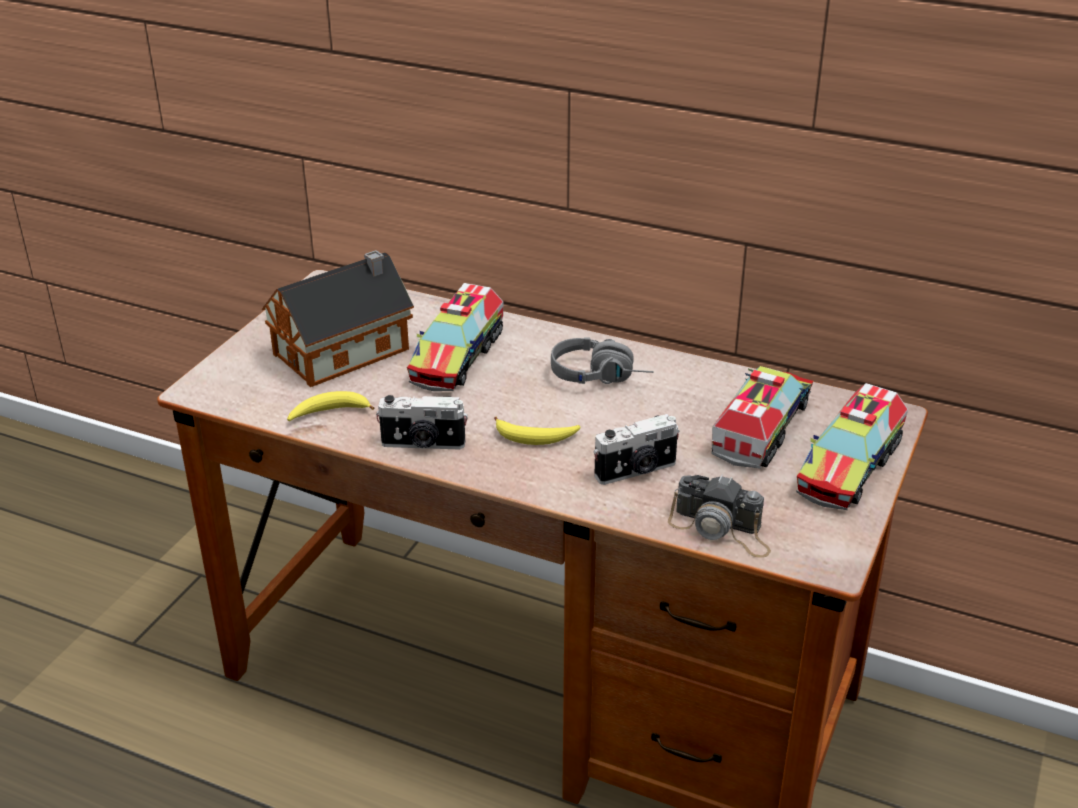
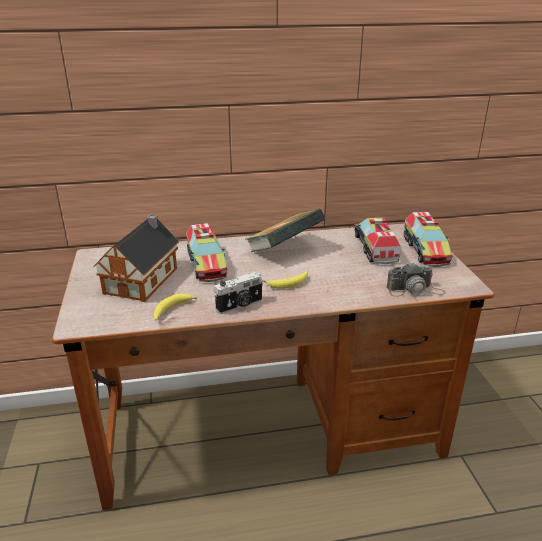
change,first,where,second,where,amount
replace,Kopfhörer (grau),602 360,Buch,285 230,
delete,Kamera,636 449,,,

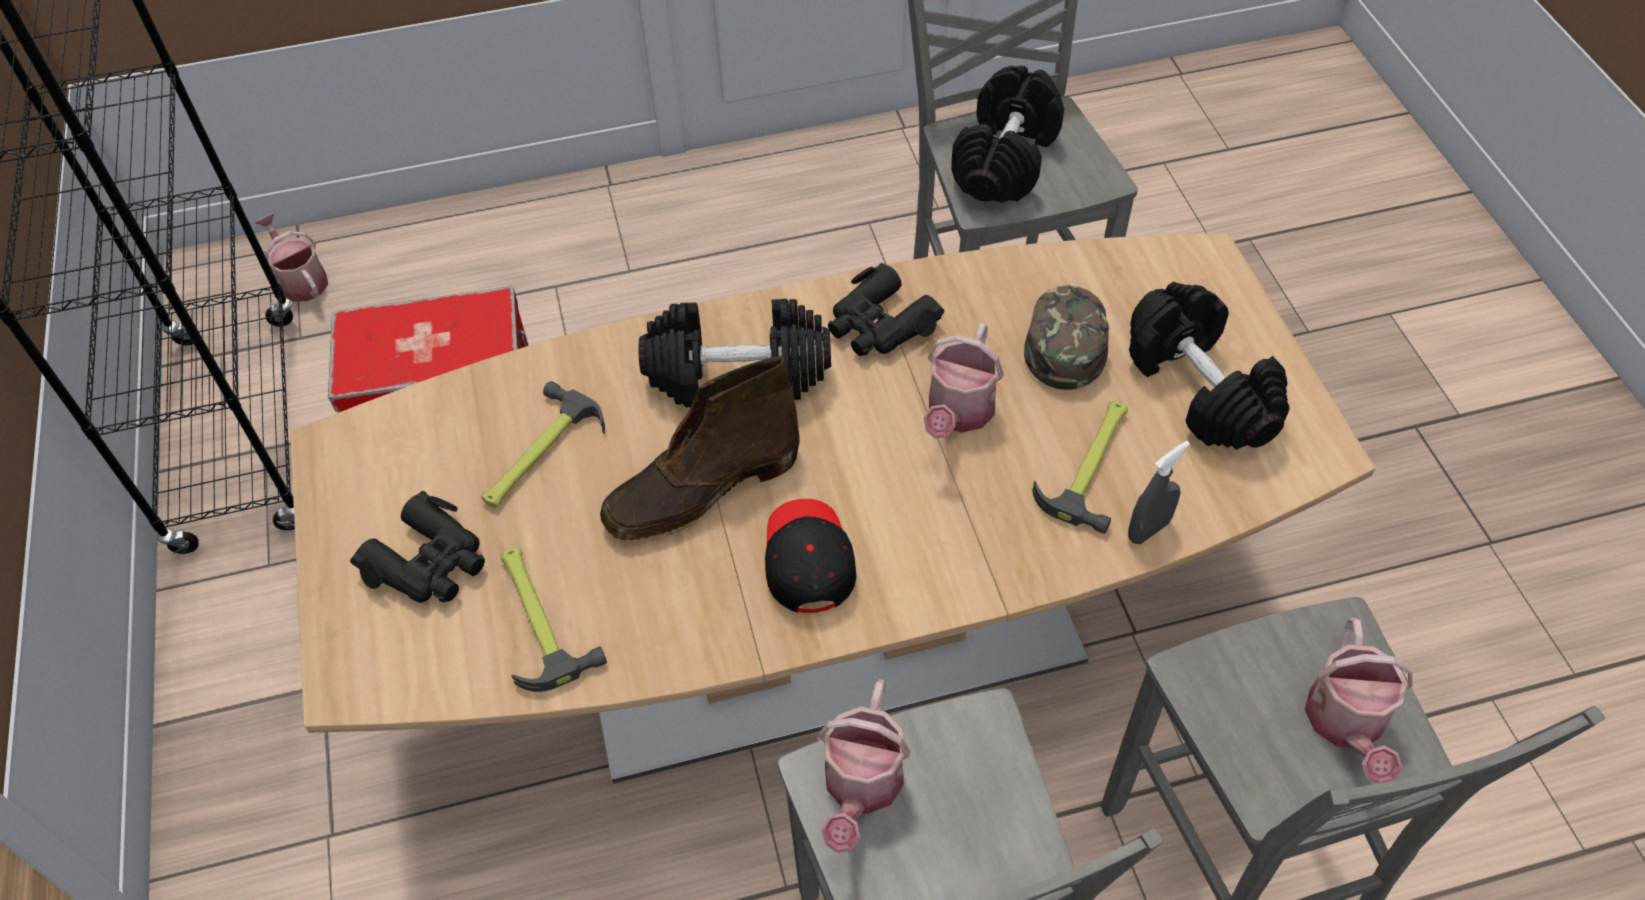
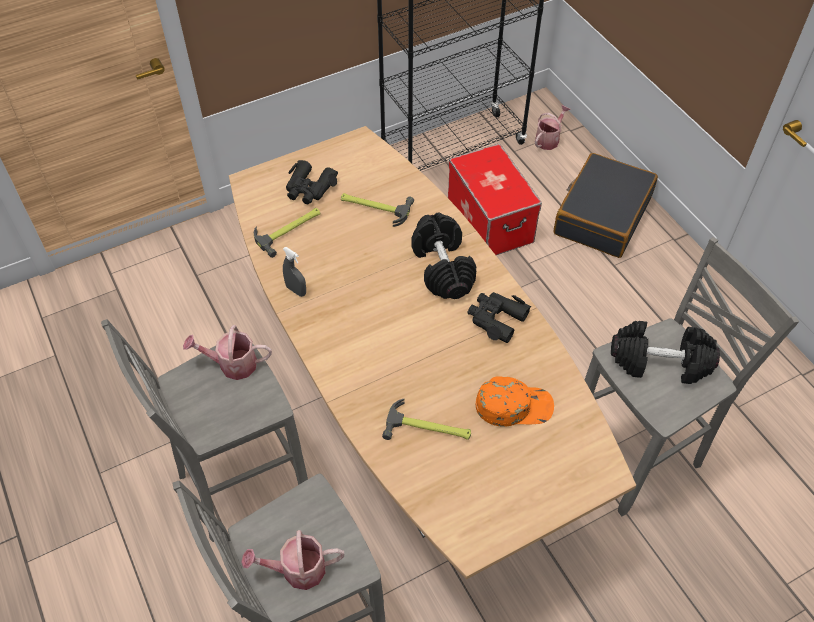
change,first,where,second,where,amount
delete,Hantel (schwarz),1209 365,,,
recolor,Kappe (grün),1066 338,Kappe (orange),515 401,
delete,Gießkanne,963 381,,,
delete,Stiefel (braun),700 448,,,
move,Sprühflasche (grau),1159 492,,294 272,
delete,Kappe (schwarz),811 556,,,
insert,,,Koffer (schwarz),606 205,

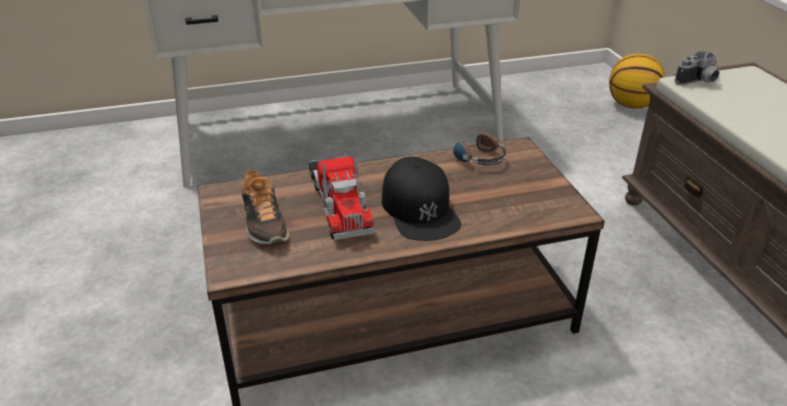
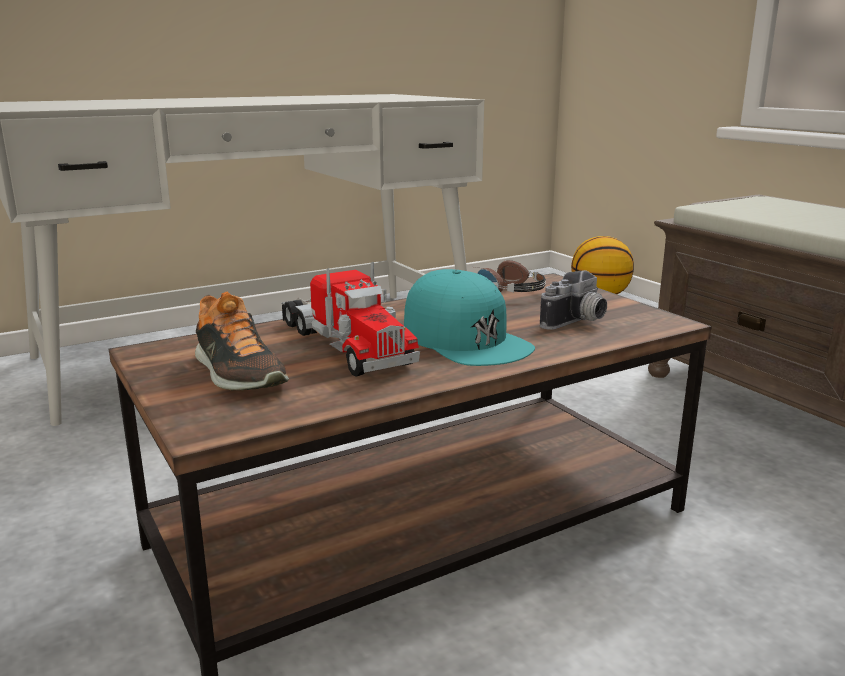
change,first,where,second,where,amount
move,Kamera,697 68,,573 300,
recolor,Kappe (schwarz),421 199,Kappe (türkis),469 317,

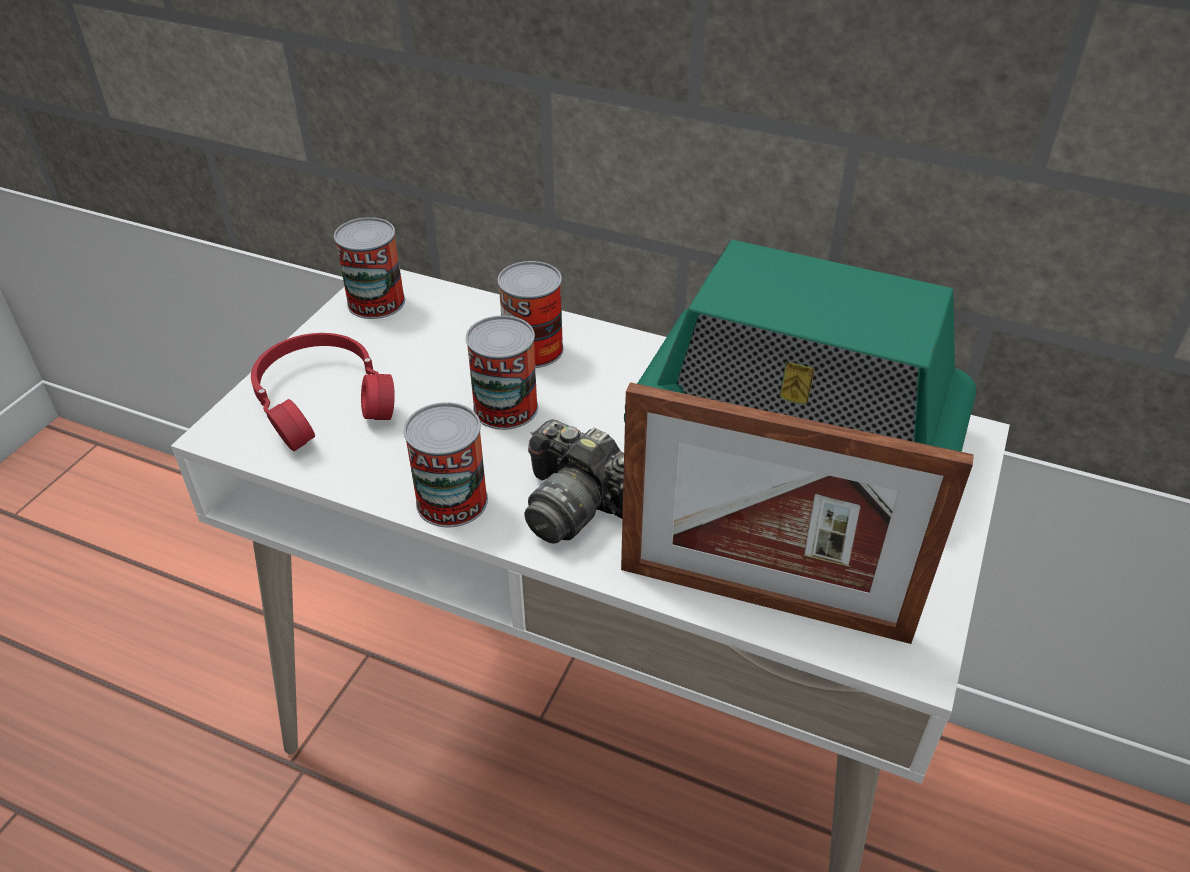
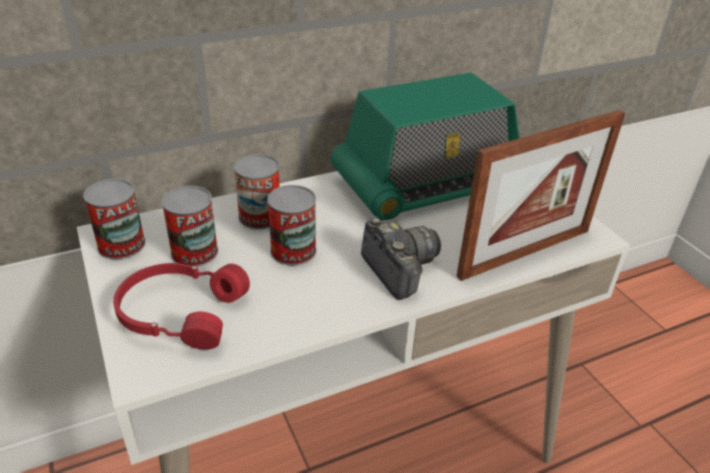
change,first,where,second,where,amount
move,Dose,446 464,,189 226,
rotate,Kamera,574 481,,401 259,105 degrees counterclockwise

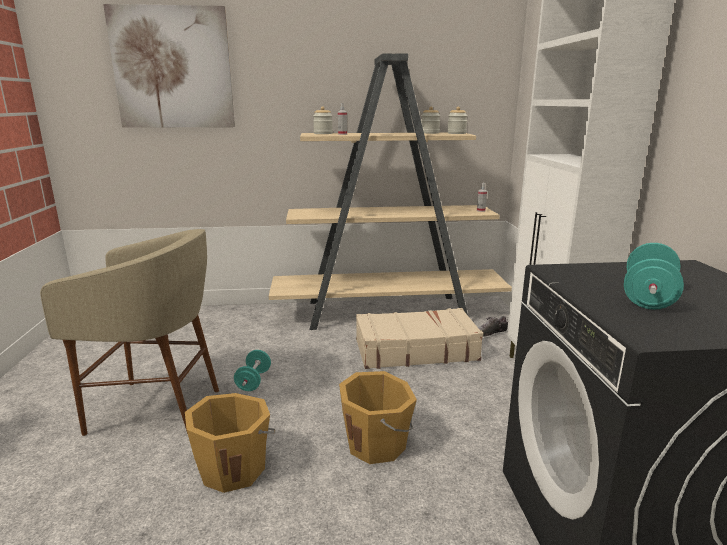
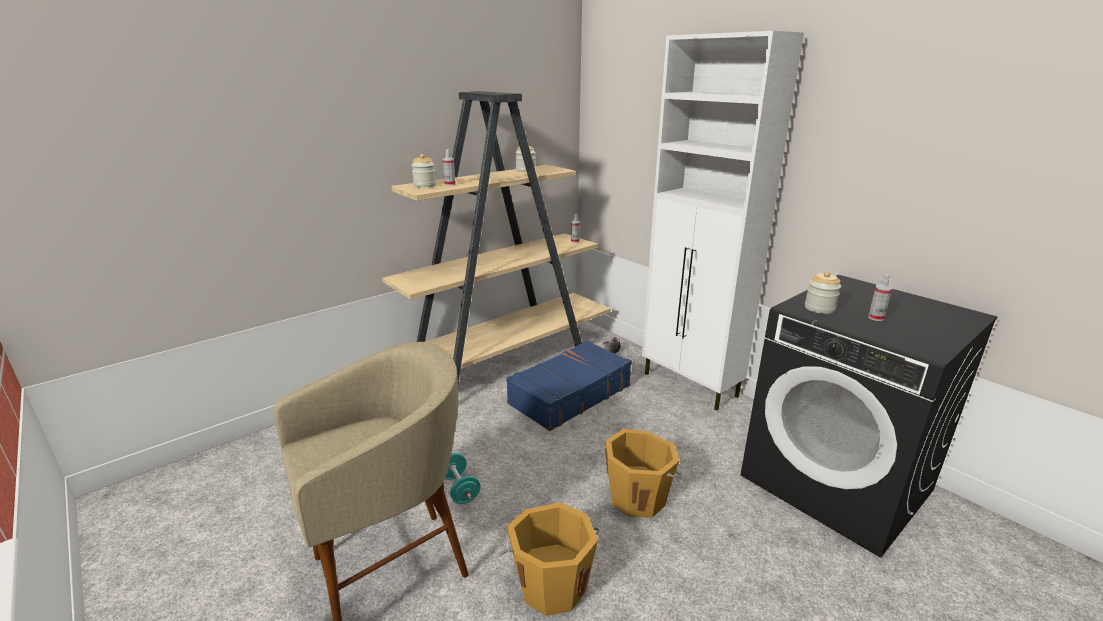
change,first,where,second,where,amount
delete,Bild,169 66,,,
move,Vorratsglas,457 120,,823 292,
replace,Hantel (türkis),654 276,Sprühflasche,880 297,
recolor,Koffer (beige),419 338,Koffer (blau),569 386,

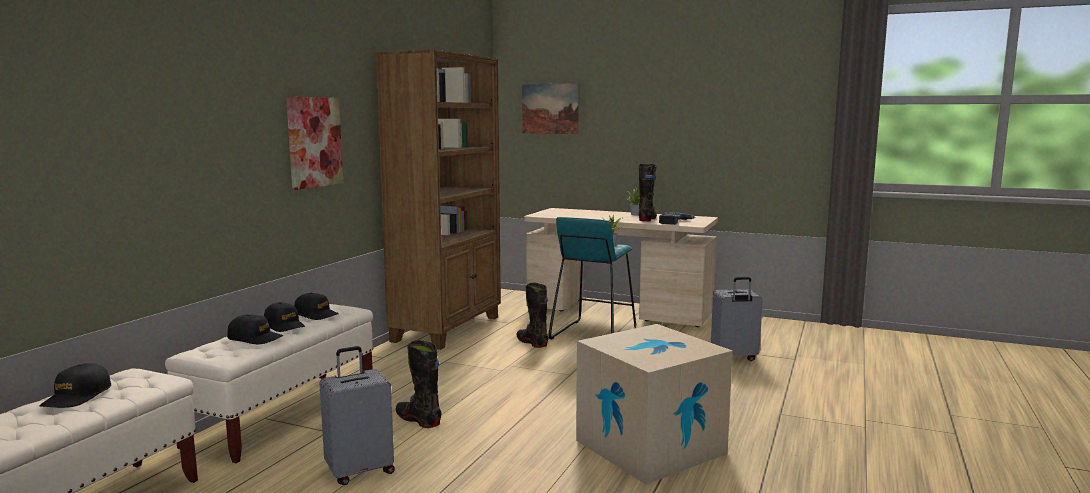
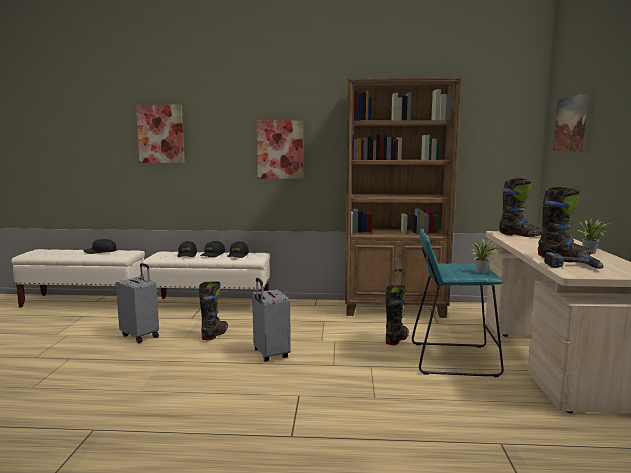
change,first,where,second,where,amount
move,Koffer (grau),737 319,,271 320,
delete,Karton,654 404,,,
insert,,,Bild,160 134,
insert,,,Stiefel (schwarz),520 207,

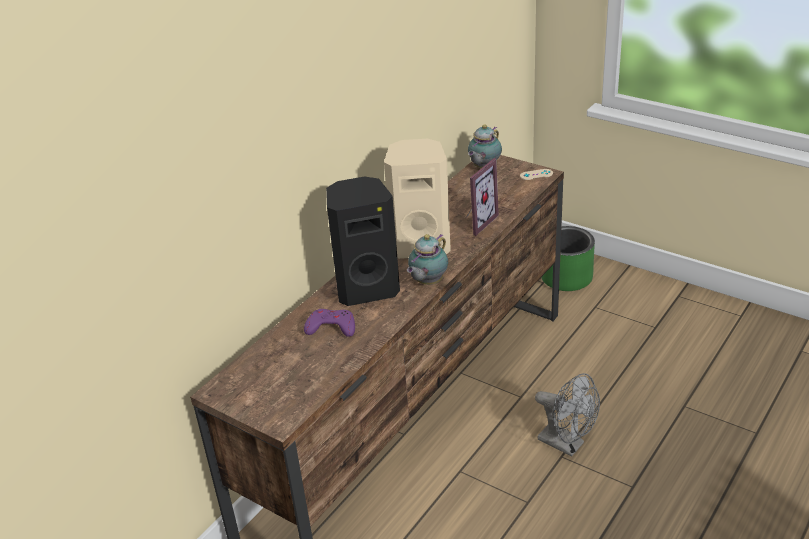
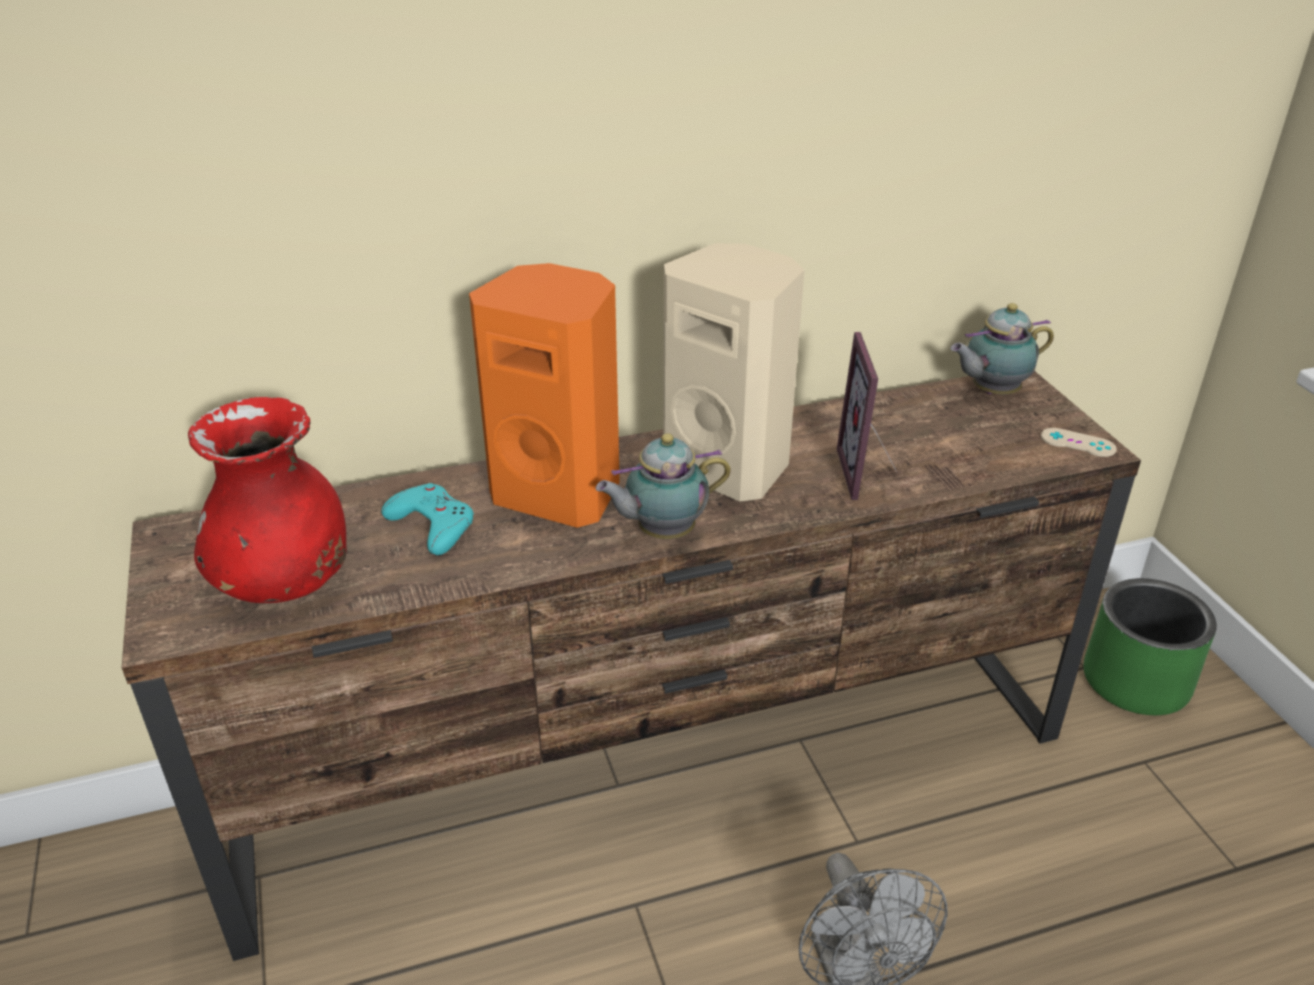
change,first,where,second,where,amount
rotate,Bilderrahmen,482 197,,867 416,105 degrees clockwise
recolor,Lautsprecher (schwarz),363 241,Lautsprecher (orange),544 395,
recolor,Gamepad (lila),329 323,Gamepad (türkis),427 519,
insert,,,Vase (rot),267 500,

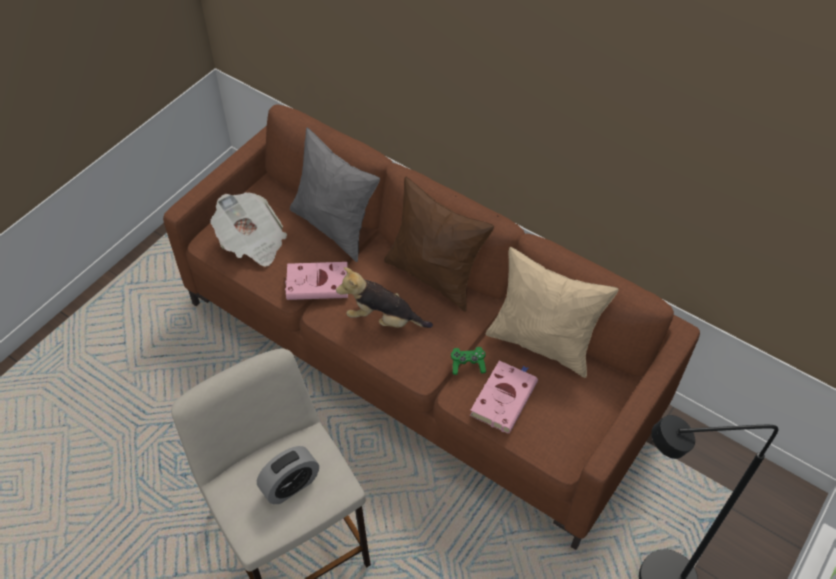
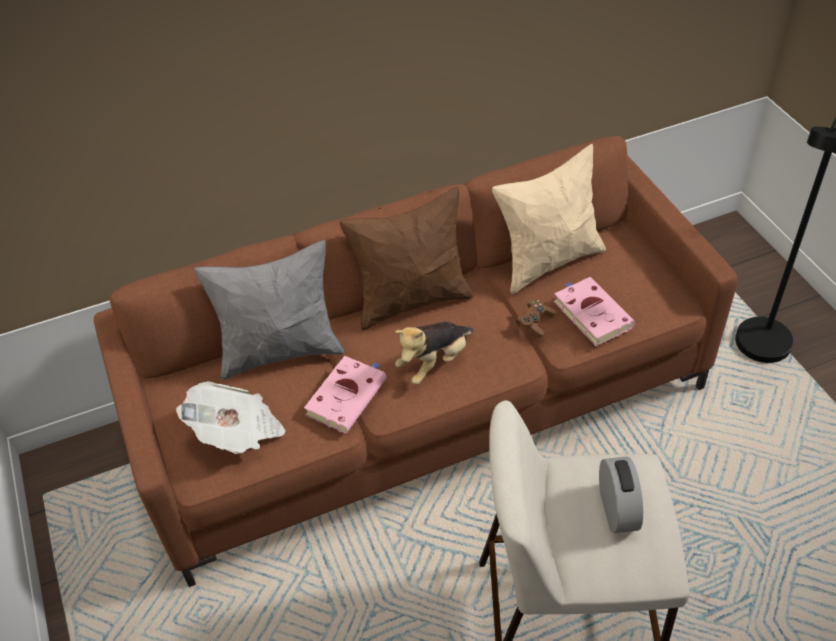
change,first,where,second,where,amount
recolor,Gamepad (grün),468 361,Gamepad (braun),536 318,

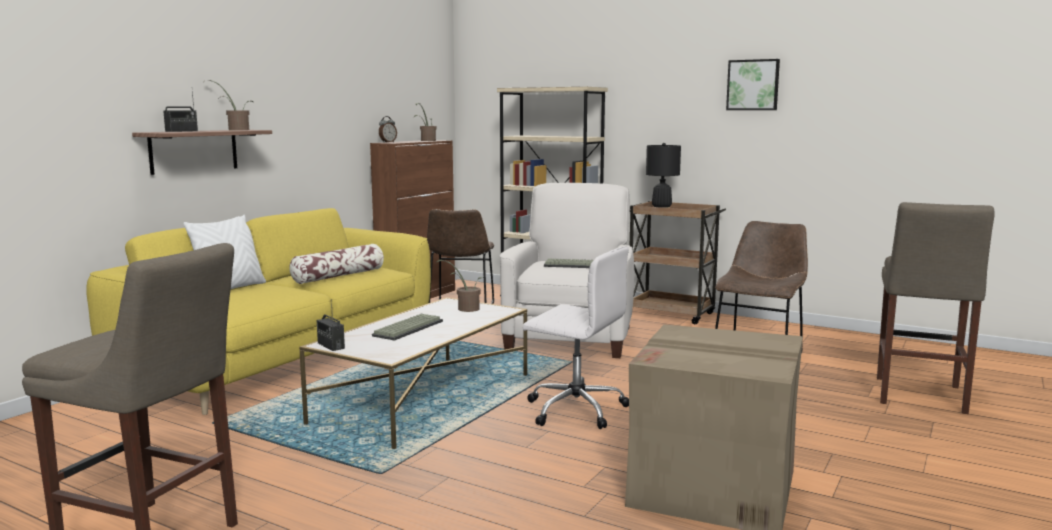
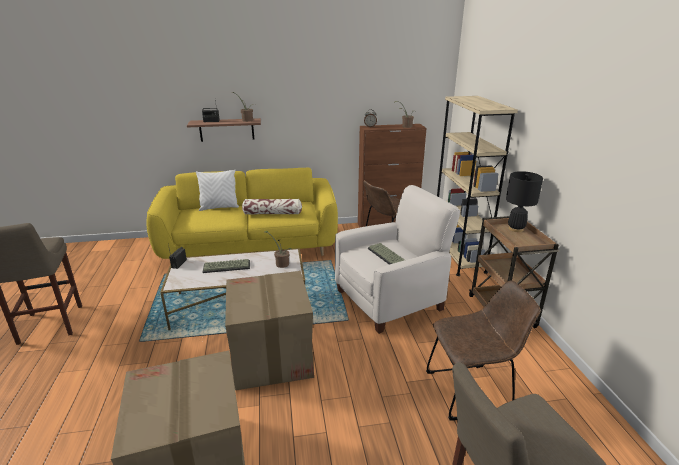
change,first,where,second,where,amount
delete,Bild,753 84,,,
replace,Bürostuhl (weiß),576 338,Karton,269 330,

